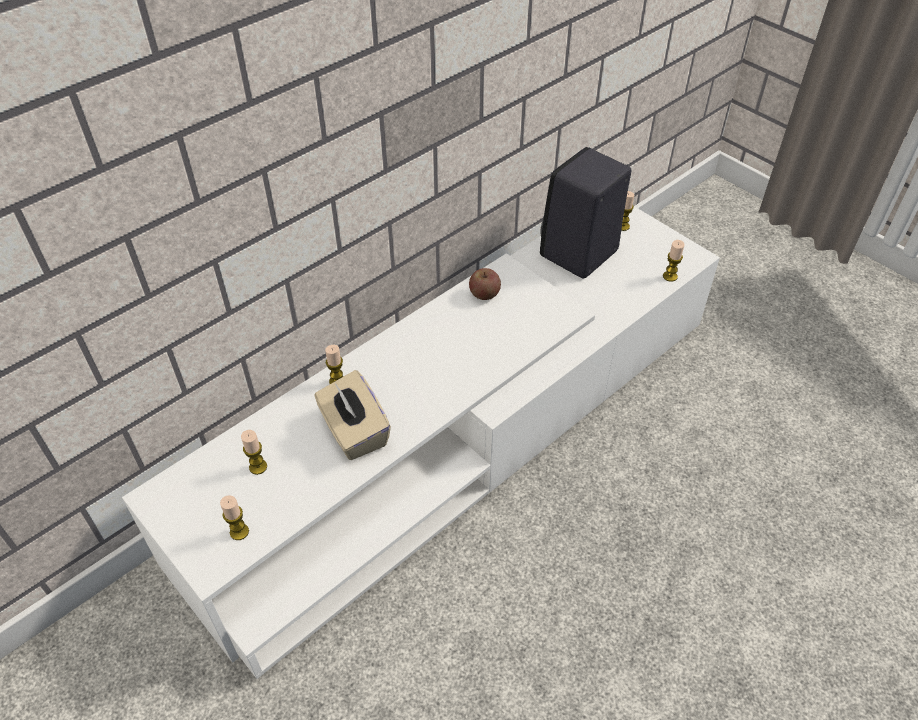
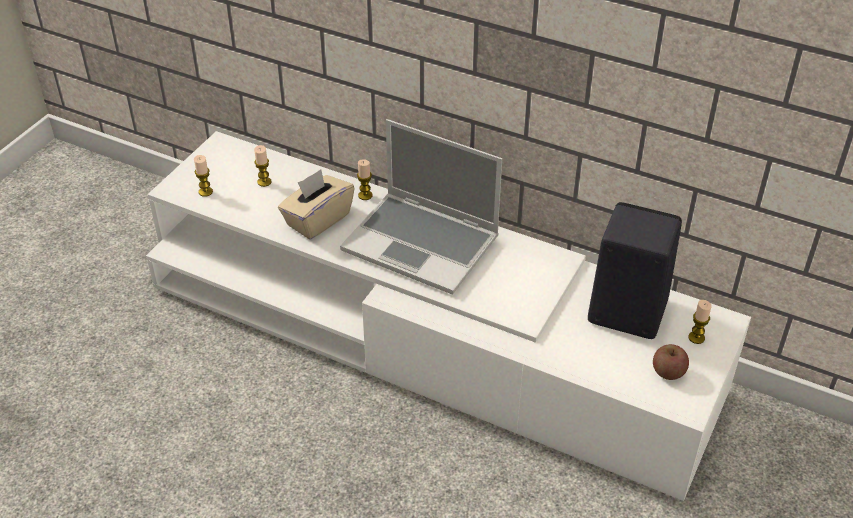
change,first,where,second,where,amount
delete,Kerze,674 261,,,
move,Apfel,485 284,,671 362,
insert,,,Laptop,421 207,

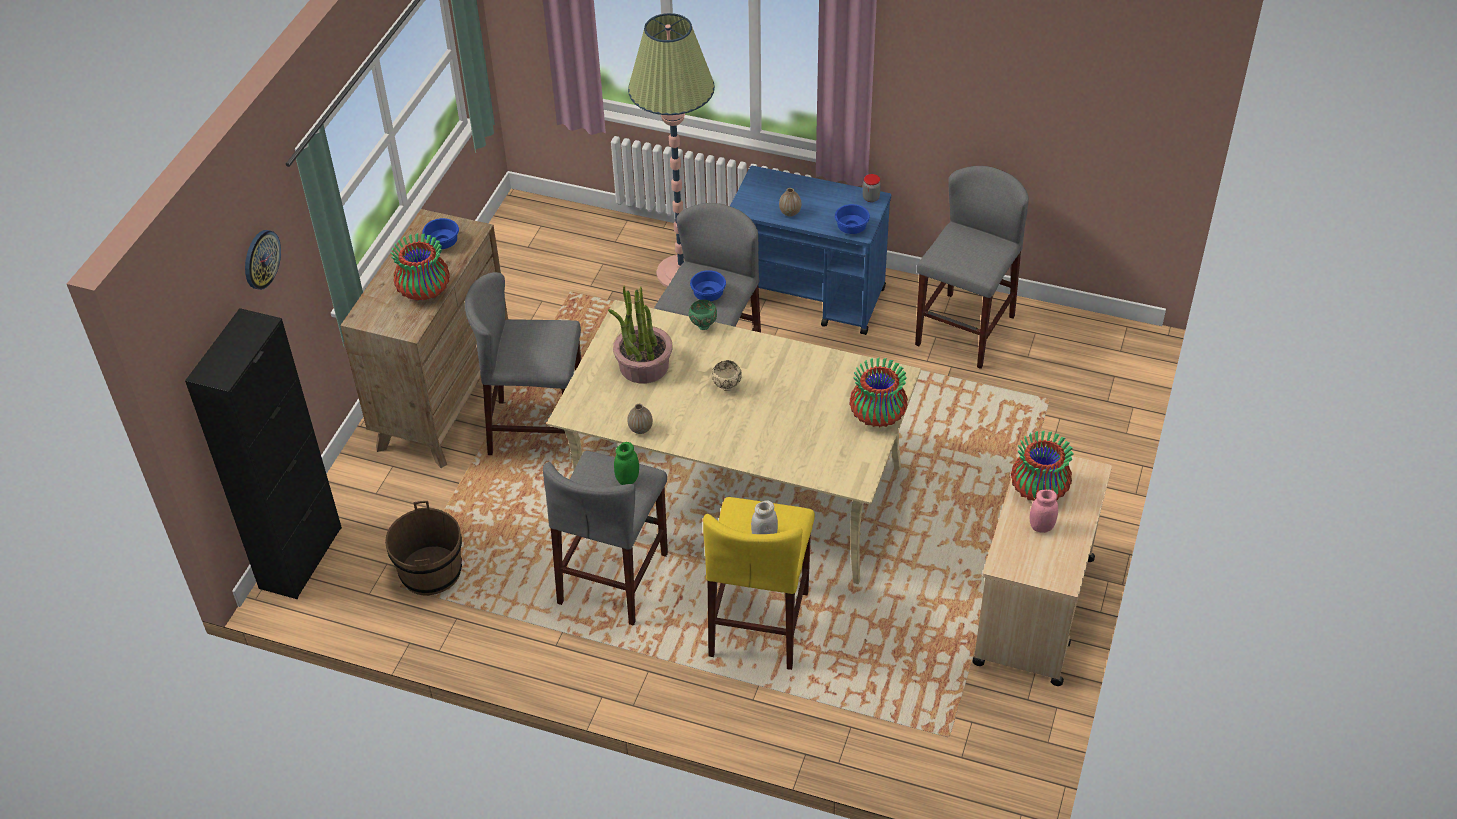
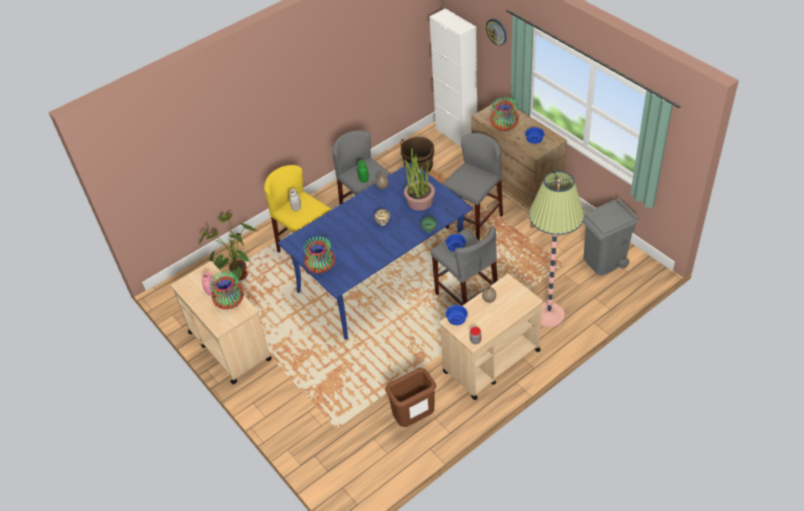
change,first,where,second,where,amount
recolor,Rollwagen (blau),810 250,Rollwagen (beige),491 337,
replace,Hocker (grau),972 267,Mülleimer (braun),410 397,
recolor,Esstisch (beige),734 442,Esstisch (blau),375 251,
recolor,Schrank (schwarz),263 453,Schrank (weiß),453 77,
insert,,,Mülleimer (grau),611 236,
insert,,,Topfpflanze,228 247,

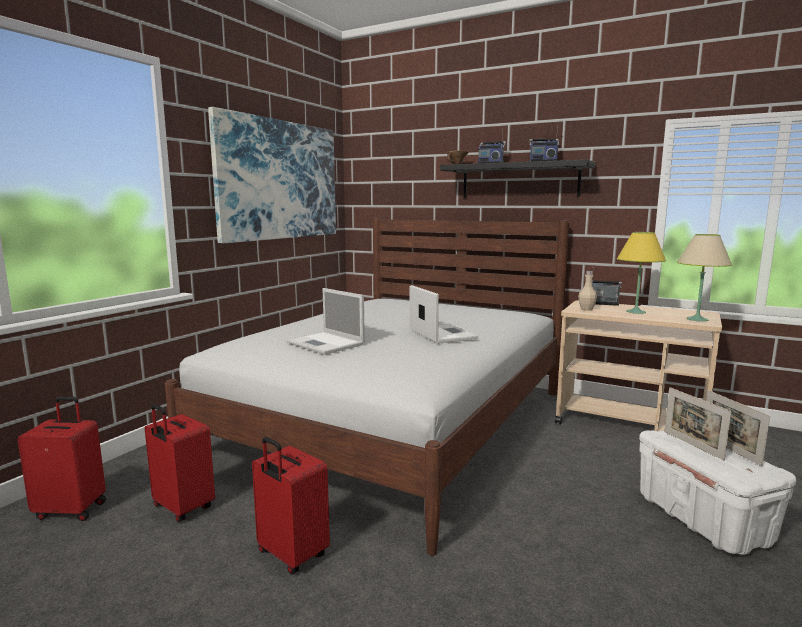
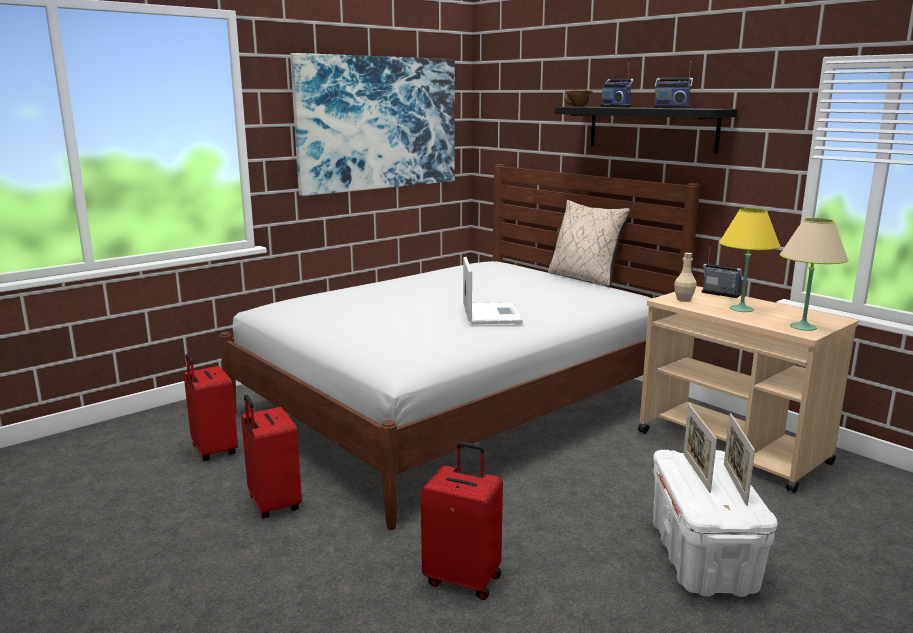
change,first,where,second,where,amount
delete,Laptop,325 321,,,
move,Koffer (rot),61 459,,462 521,
insert,,,Kissen (beige),589 243,

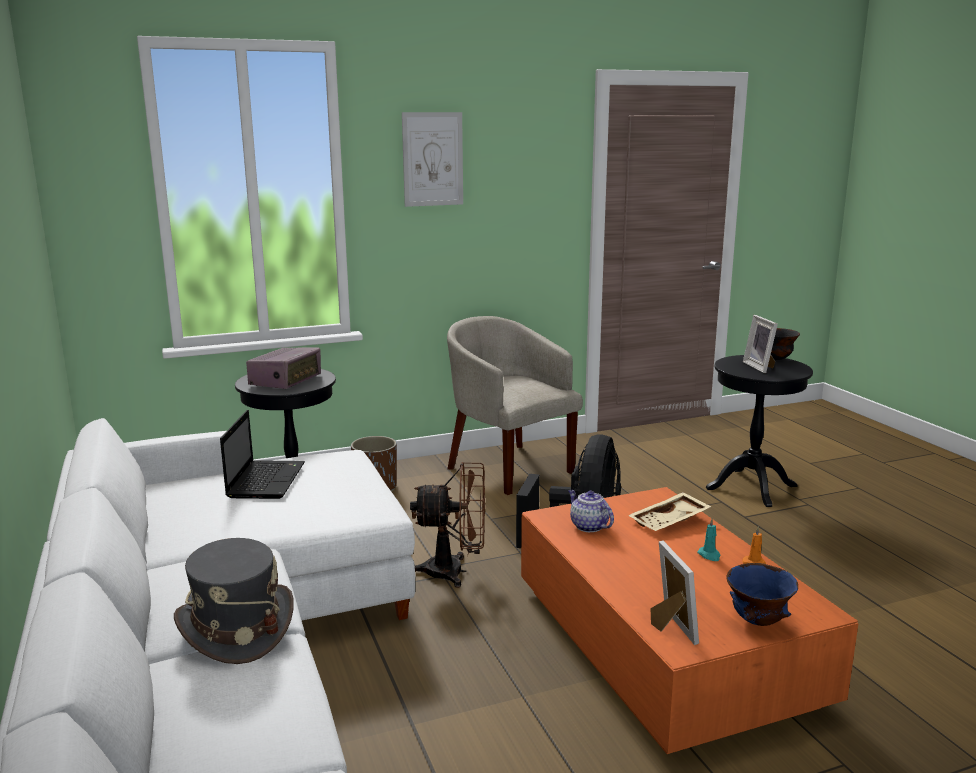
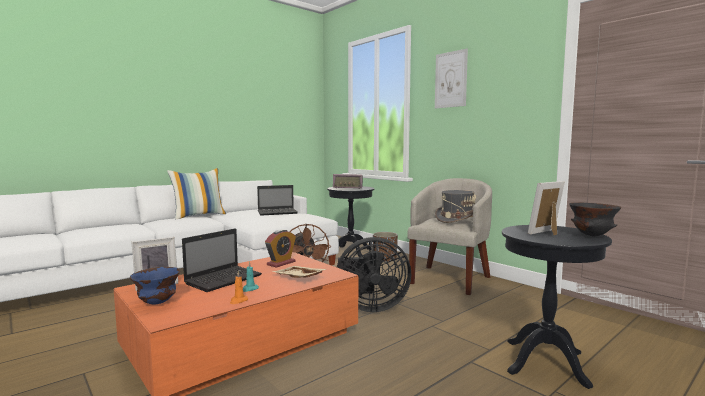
change,first,where,second,where,amount
replace,Teekanne,591 511,Wecker,280 248,
move,Hut (grau),234 601,,455 206,
insert,,,Kissen,196 193,
insert,,,Laptop,222 260,

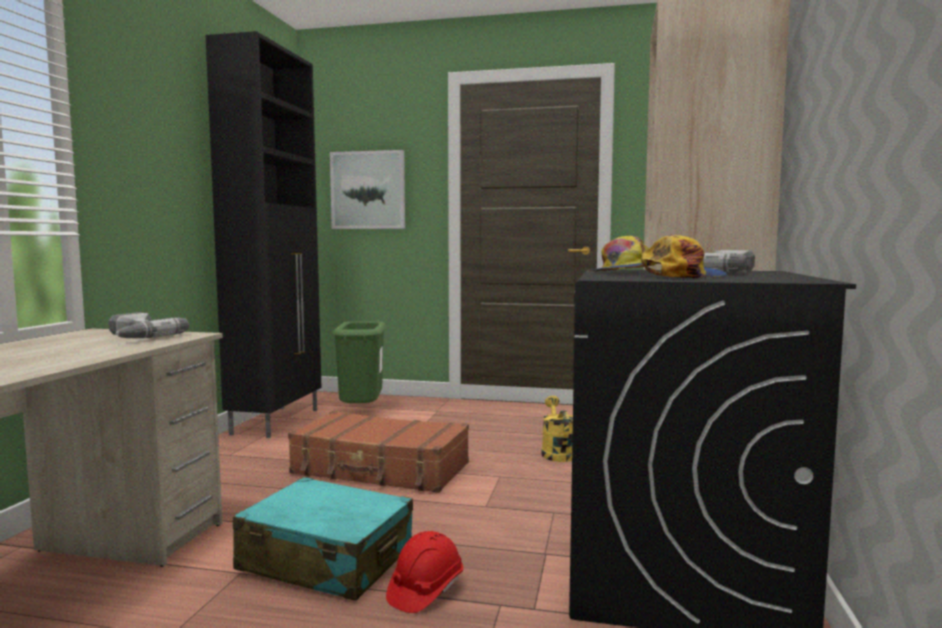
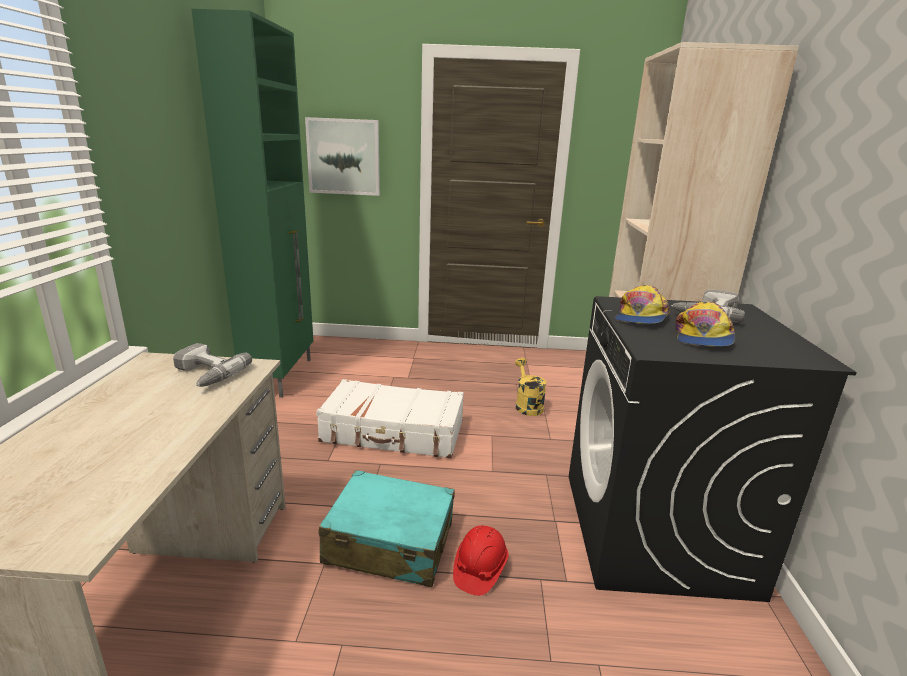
change,first,where,second,where,amount
recolor,Schrank (schwarz),263 234,Schrank (grün),252 203,
rotate,Kappe,684 256,,705 324,150 degrees clockwise
delete,Mülleimer (grün),359 362,,,
recolor,Koffer (braun),378 452,Koffer (weiß),390 418,

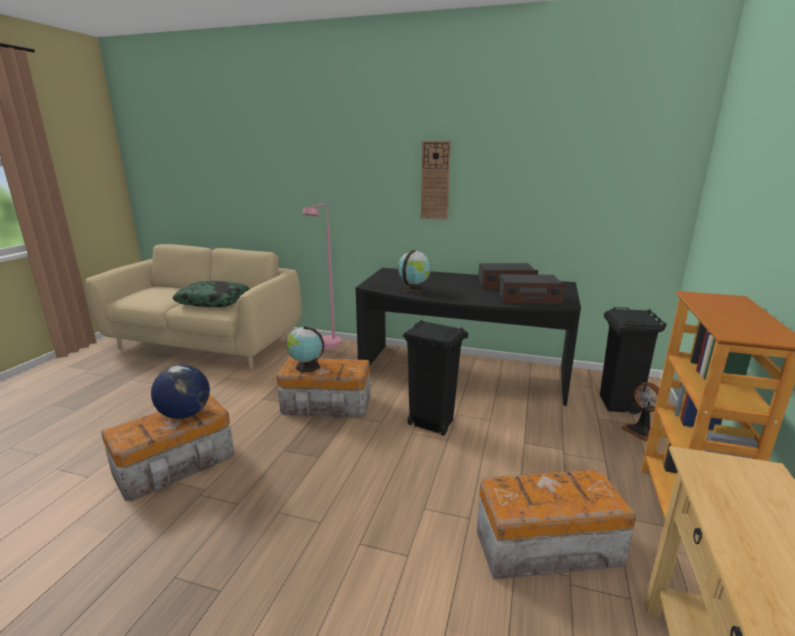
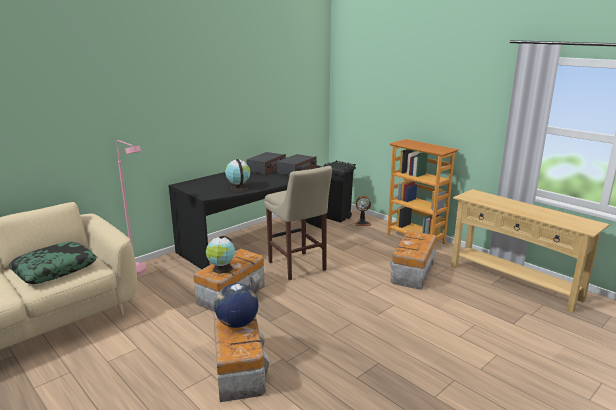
change,first,where,second,where,amount
delete,Wanduhr,436 180,,,
replace,Mülleimer (schwarz),435 378,Hocker (beige),298 223,

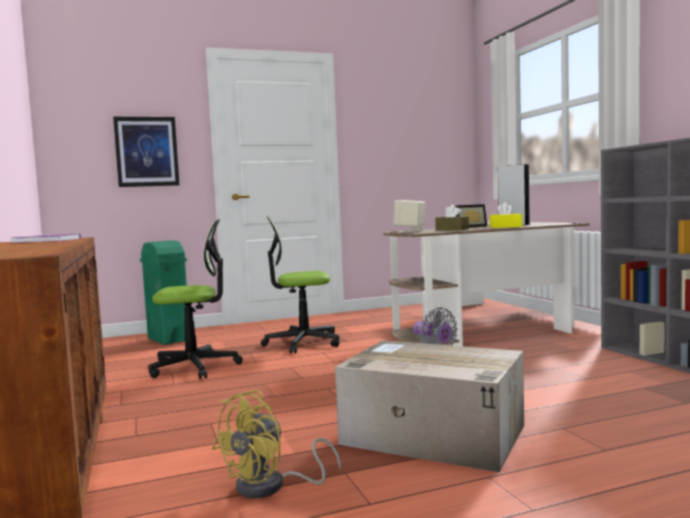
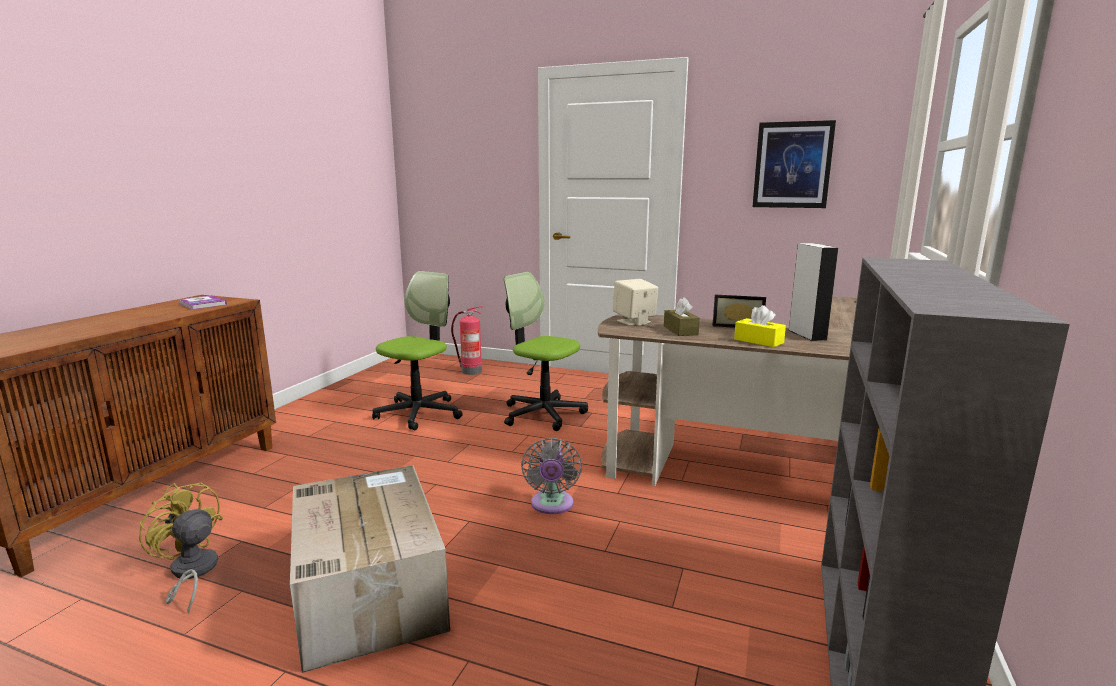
change,first,where,second,where,amount
move,Bild,146 152,,794 164,
rotate,Bürostuhl,195 299,,417 350,90 degrees counterclockwise
replace,Mülleimer (grün),163 293,Feuerlöscher,467 340,
rotate,Ventilator (gelb),276 444,,181 548,45 degrees clockwise

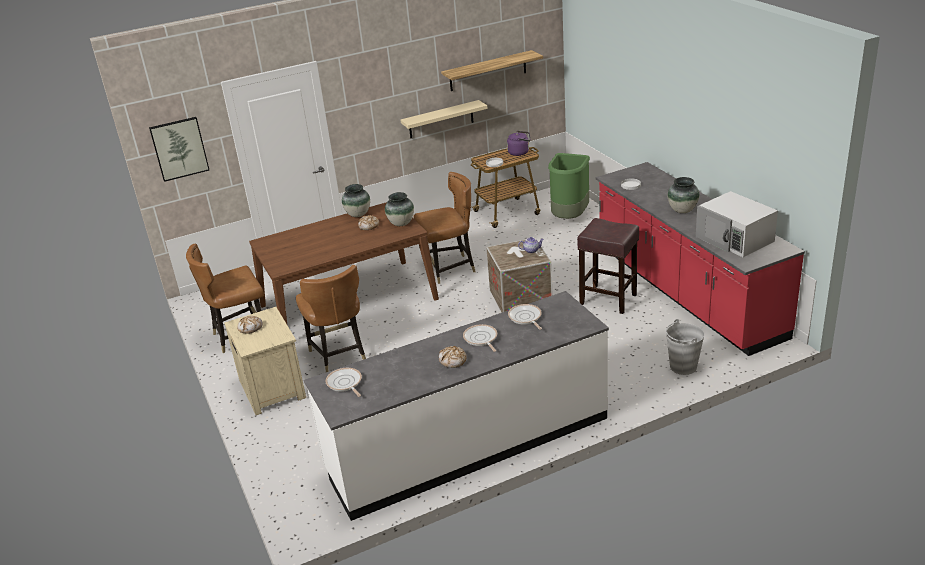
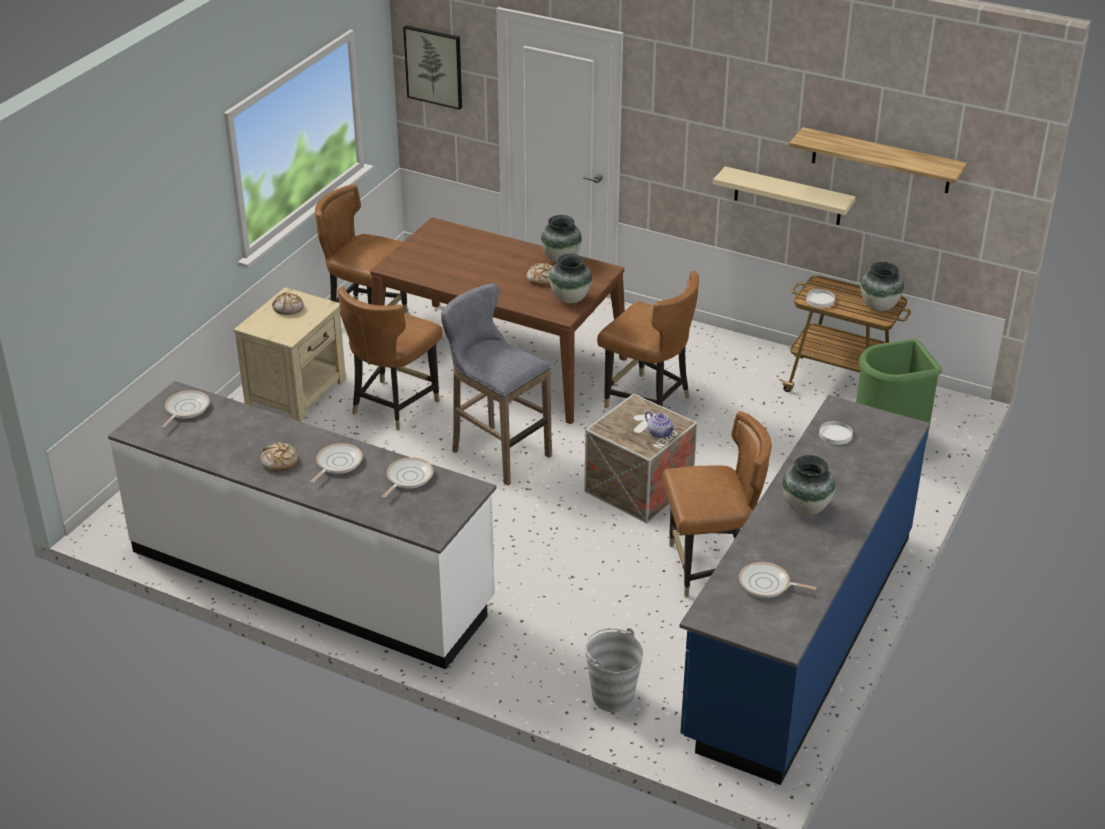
change,first,where,second,where,amount
replace,Wasserkessel (lila),518 143,Vase,882 286,
recolor,Küchenzeile (rot),700 259,Küchenzeile (blau),804 590,
replace,Mikrowelle (weiß),737 224,Pfanne,777 580,
replace,Hocker (braun),608 266,Stuhl (braun),717 504,
insert,,,Hocker (grau),496 384,

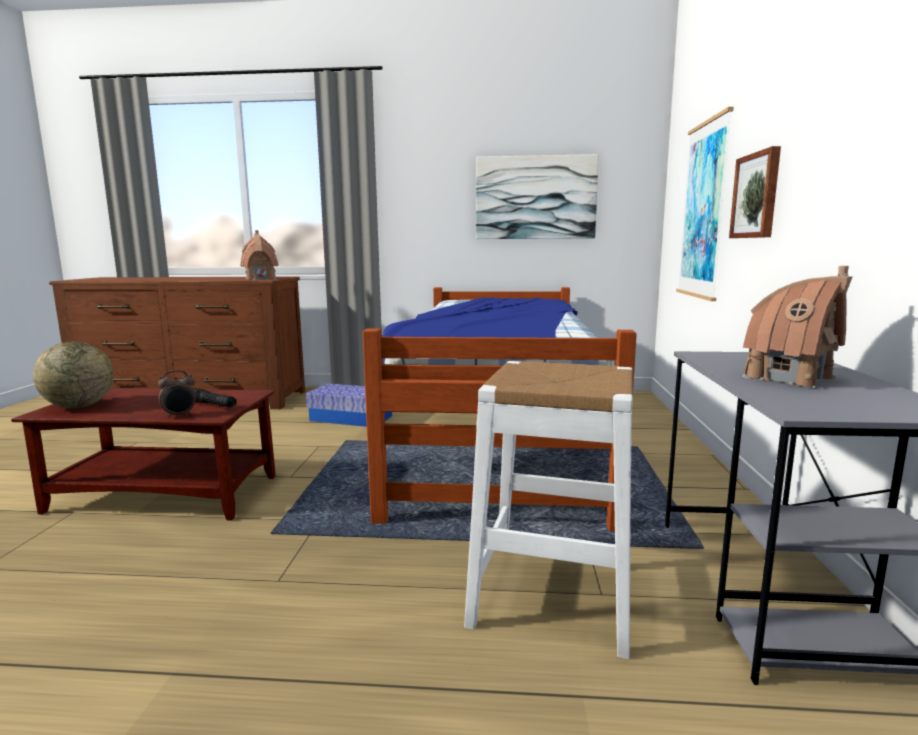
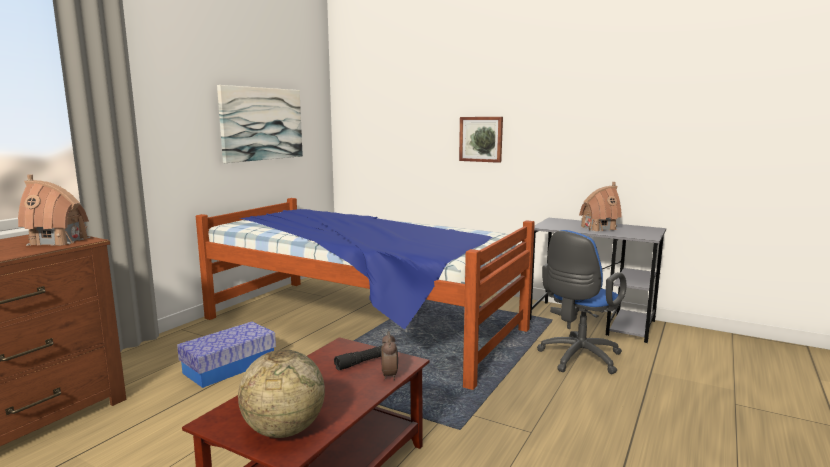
change,first,where,second,where,amount
delete,Bild,705 204,,,
replace,Hocker (weiß),548 510,Bürostuhl (blau),581 302,

